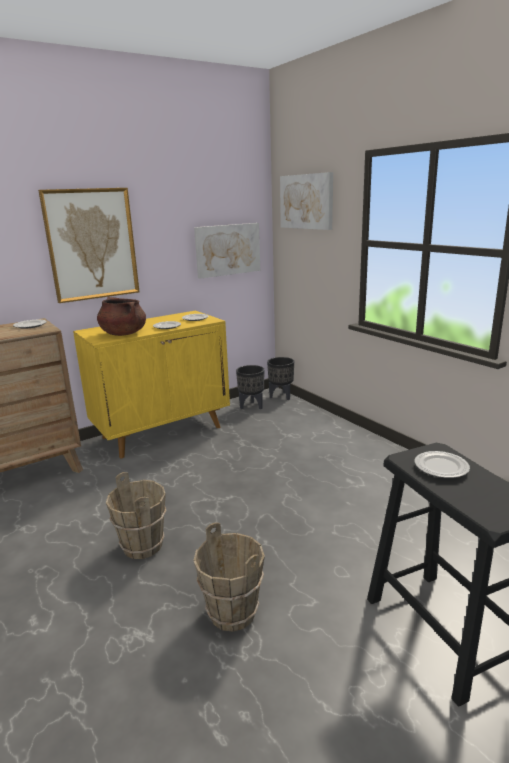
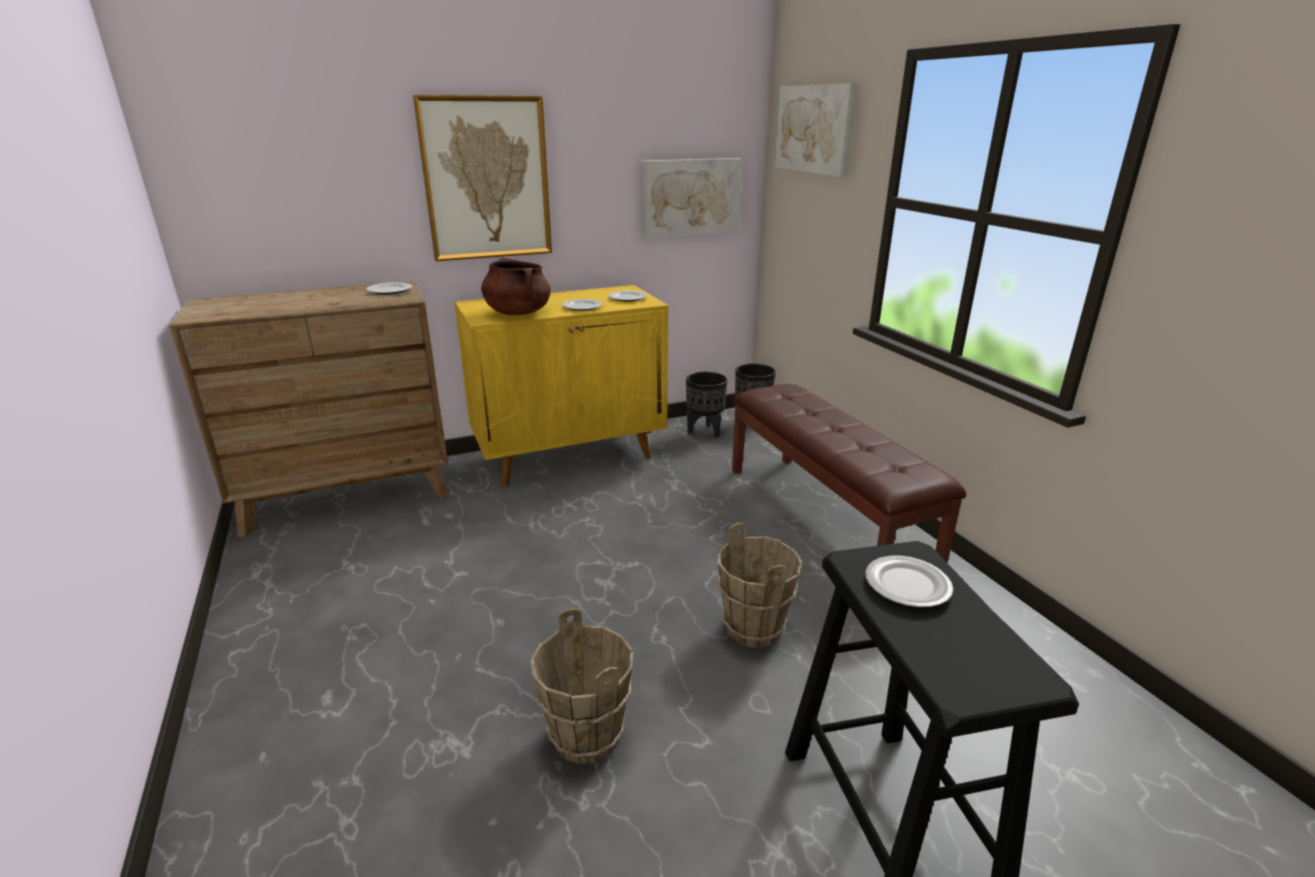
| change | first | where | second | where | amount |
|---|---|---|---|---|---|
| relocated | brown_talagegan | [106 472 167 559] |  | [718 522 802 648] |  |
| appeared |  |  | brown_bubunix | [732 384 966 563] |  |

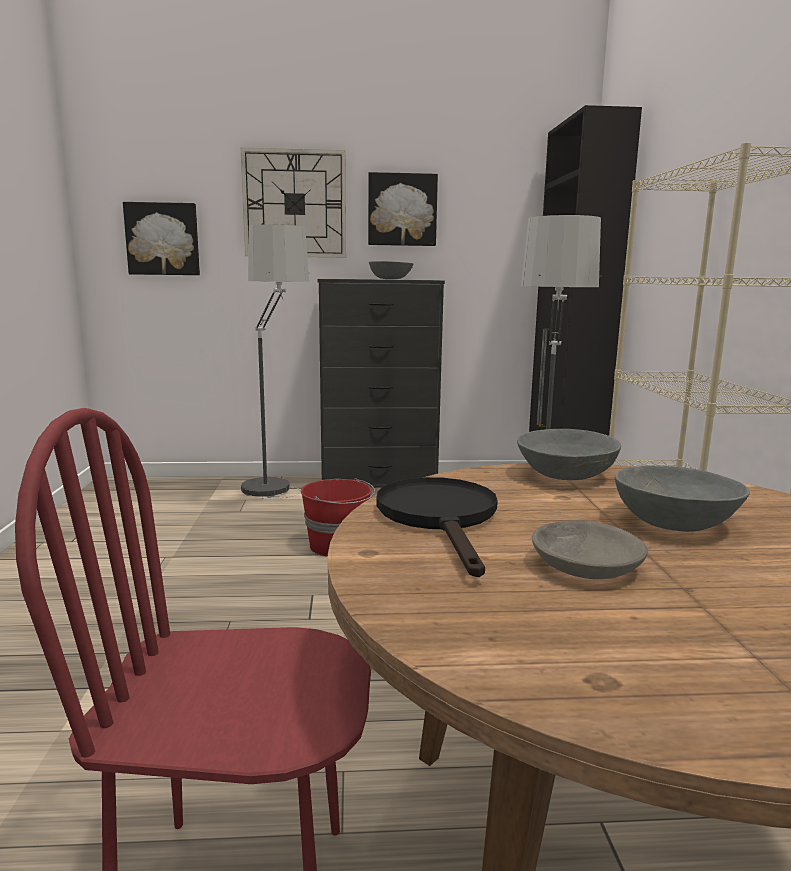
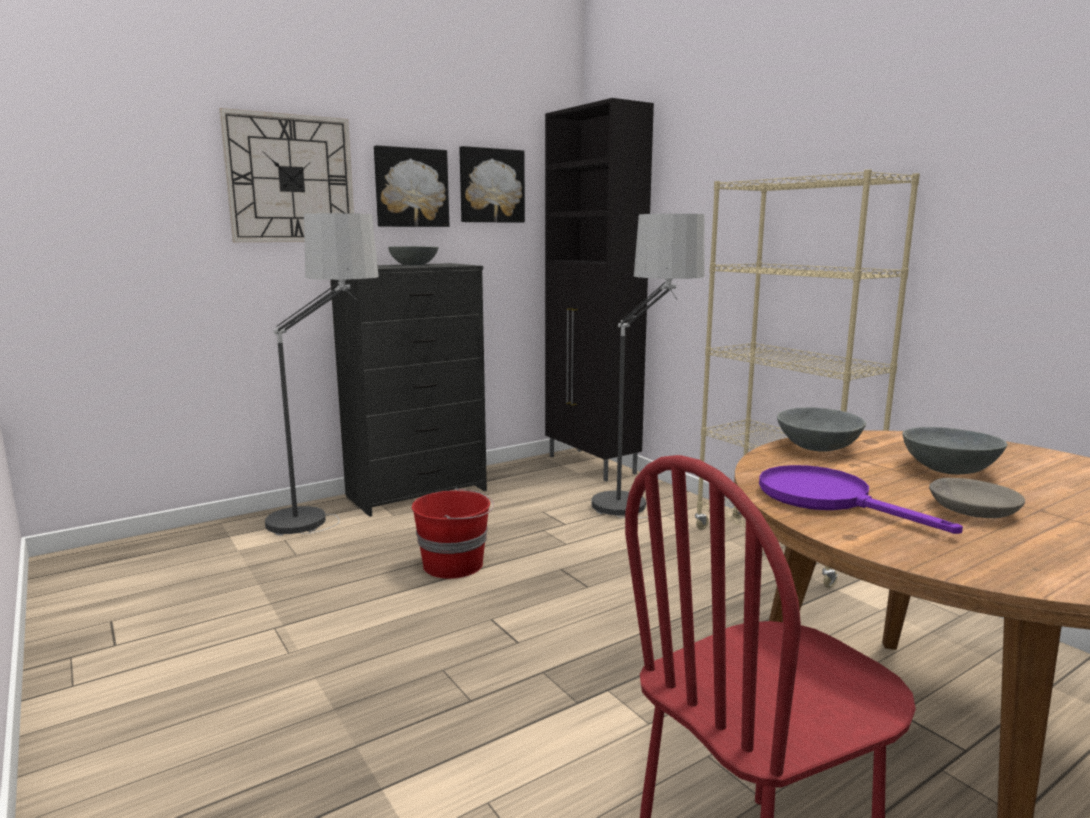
| change | first | where | second | where | amount |
|---|---|---|---|---|---|
| relocated | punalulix | [123 202 200 275] |  | [459 146 525 223] |  |
| colour | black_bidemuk | [376 477 498 577] | purple_bidemuk | [759 465 963 534] |  |

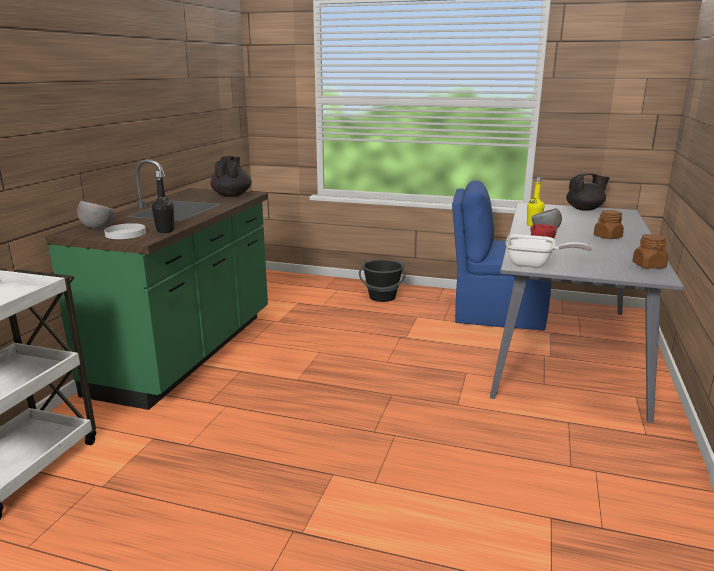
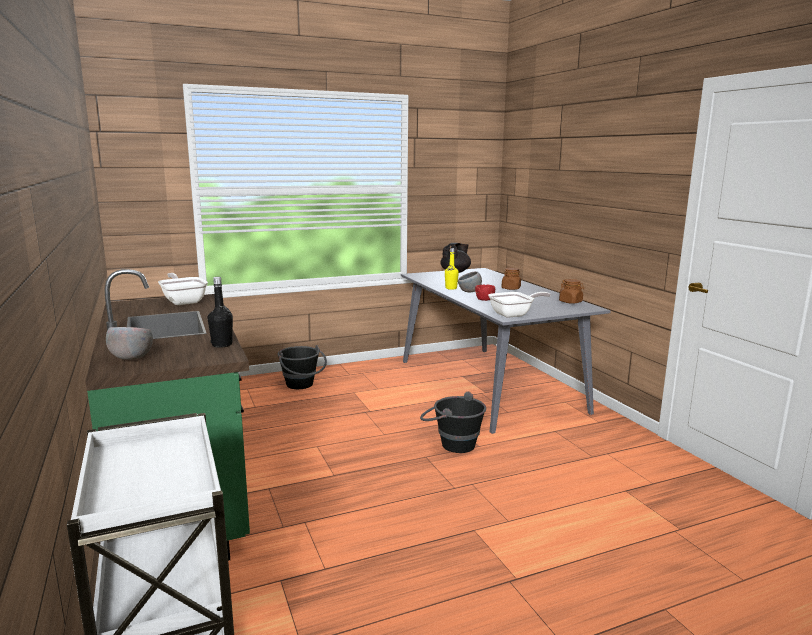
| change | first | where | second | where | amount |
|---|---|---|---|---|---|
| missing | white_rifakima | [104 223 146 239] |  |  |  |
| exchanged | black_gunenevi | [211 156 252 197] | bidemuk | [158 273 208 305] |  |
| missing | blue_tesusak | [452 180 552 331] |  |  |  |
| appeared |  |  | black_talagegan | [420 392 486 453] |  |

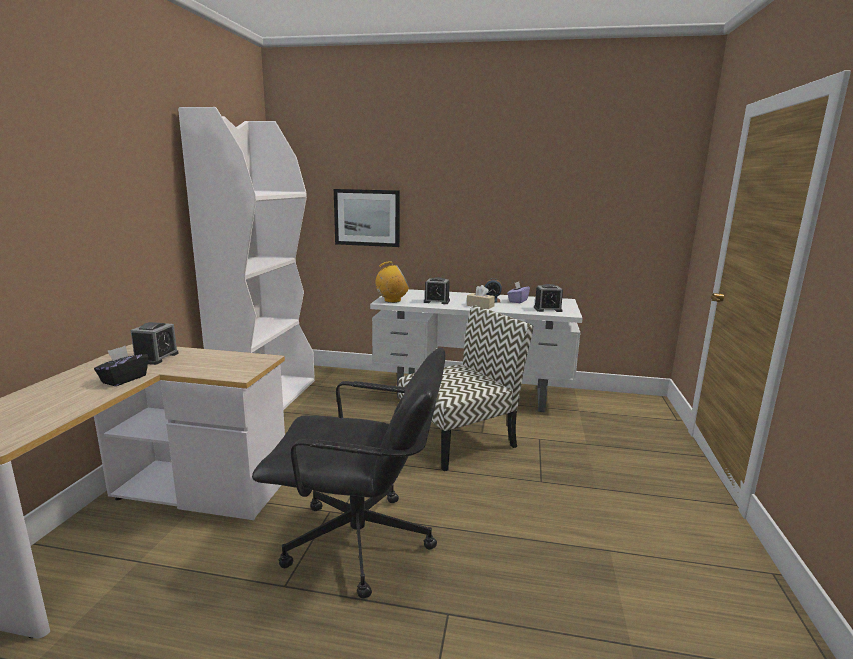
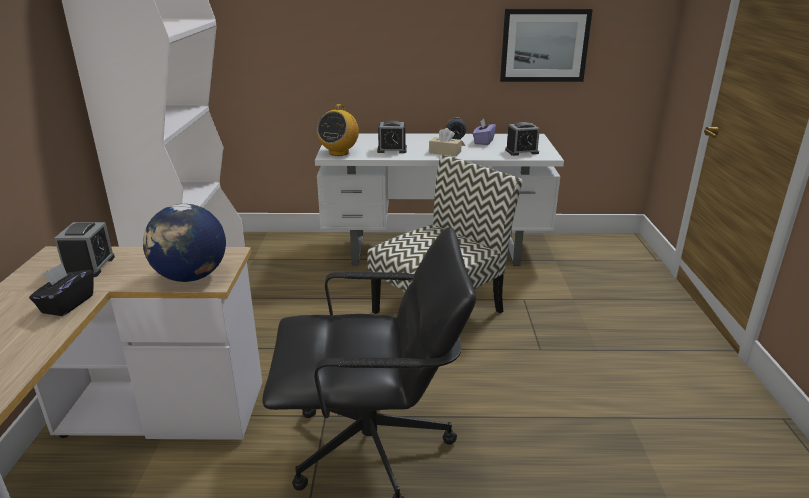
| change | first | where | second | where | amount |
|---|---|---|---|---|---|
| relocated | punalulix | [334 189 400 247] |  | [500 9 593 82] |  |
| spun | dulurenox | [376 261 410 303] |  | [317 104 359 156] | 135 degrees clockwise |
| appeared |  |  | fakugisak | [143 204 226 282] |  |

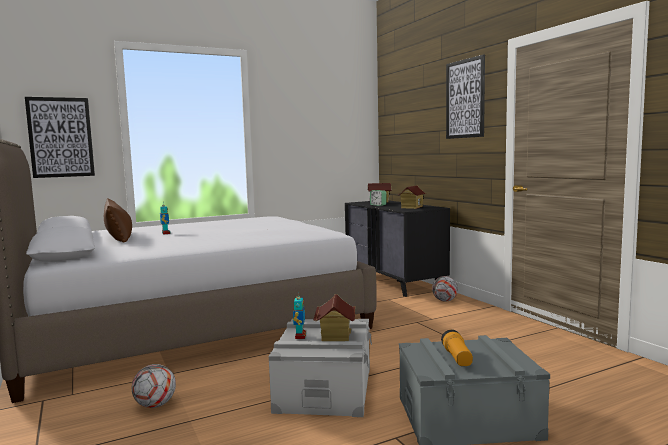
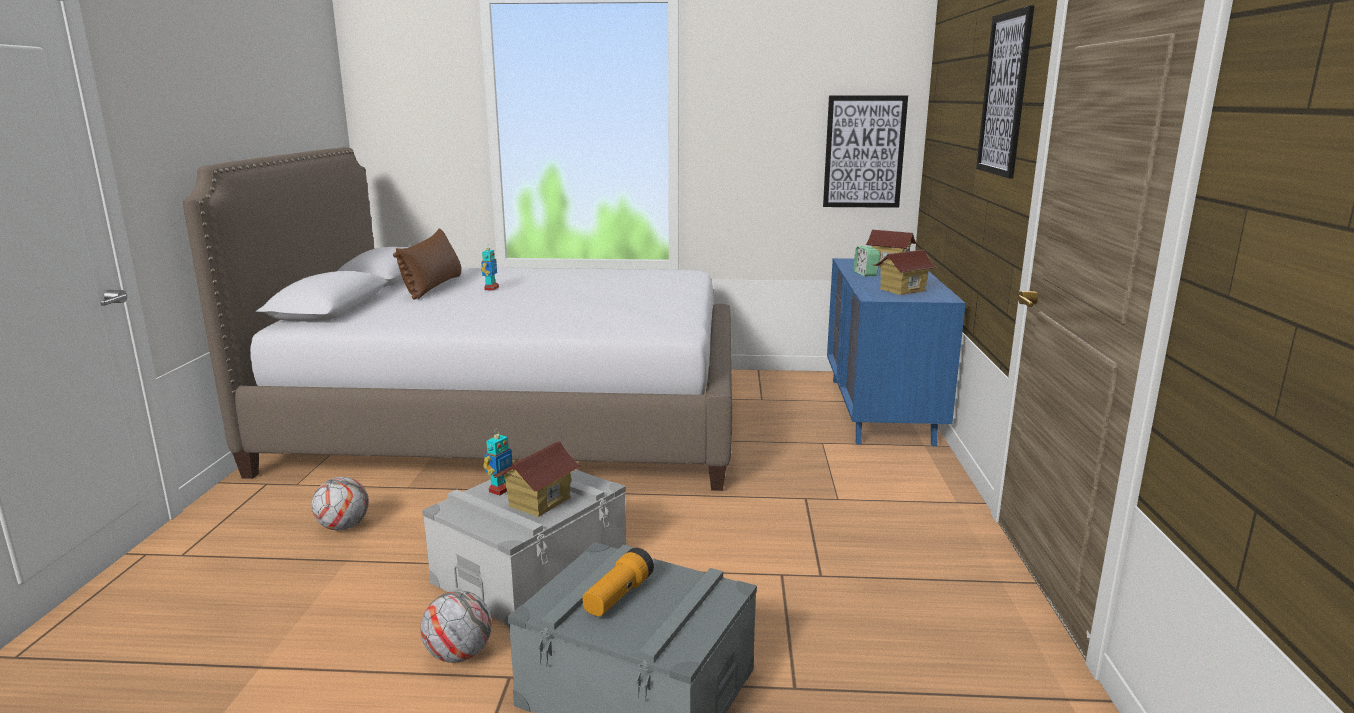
| change | first | where | second | where | amount |
|---|---|---|---|---|---|
| relocated | punalulix | [25 97 95 178] |  | [823 96 908 208] |  |
| colour | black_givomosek | [345 201 450 297] | blue_givomosek | [827 258 966 446] |  |
| relocated | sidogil | [432 276 458 302] |  | [421 590 492 663] |  |

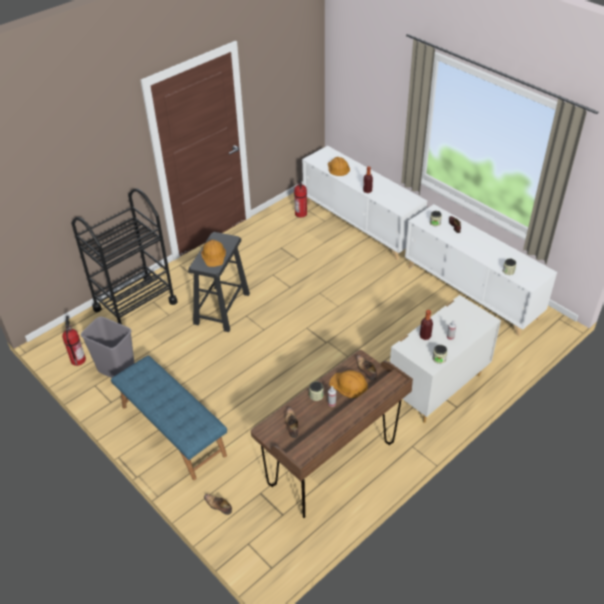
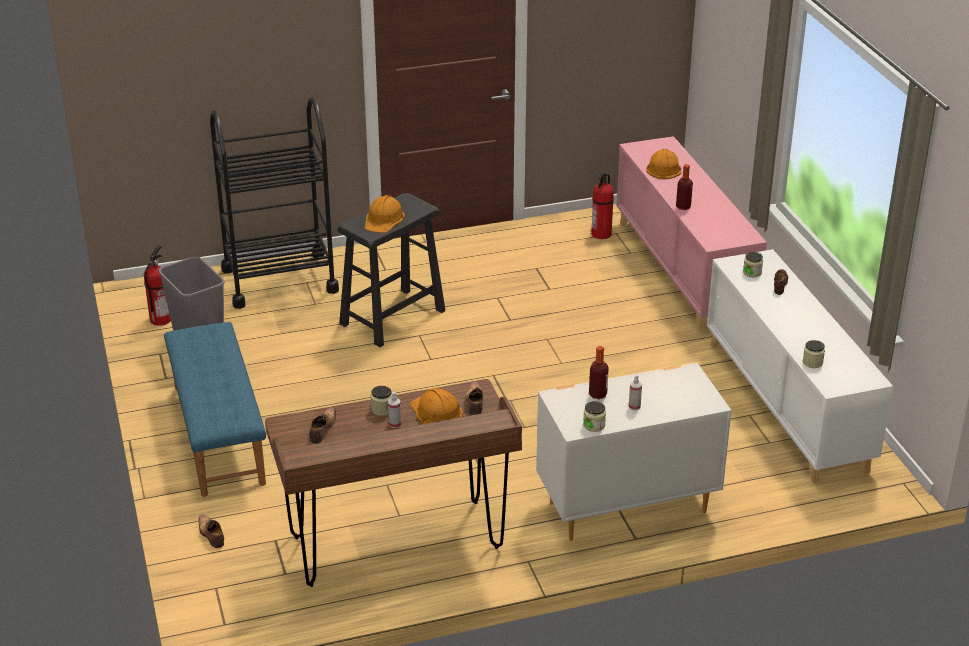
| change | first | where | second | where | amount |
|---|---|---|---|---|---|
| colour | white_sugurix | [302 146 427 260] | pink_sugurix | [616 136 767 332] |  |

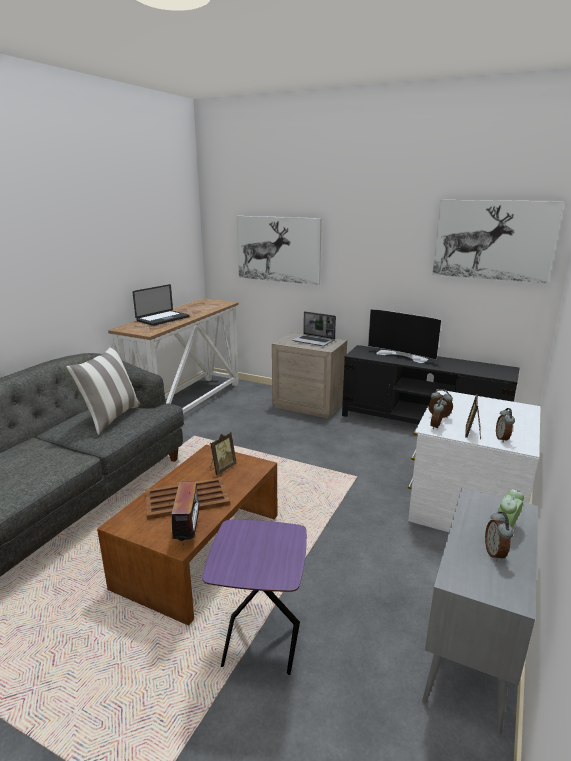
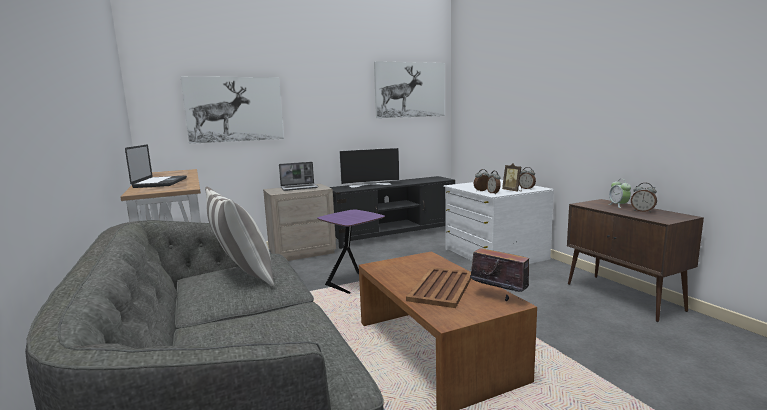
| change | first | where | second | where | amount |
|---|---|---|---|---|---|
| relocated | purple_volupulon | [202 520 307 675] |  | [317 210 385 294] |  |
| missing | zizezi | [210 432 237 475] |  |  |  |
| colour | grey_sugurix | [422 488 538 735] | brown_sugurix | [567 199 704 322] |  |

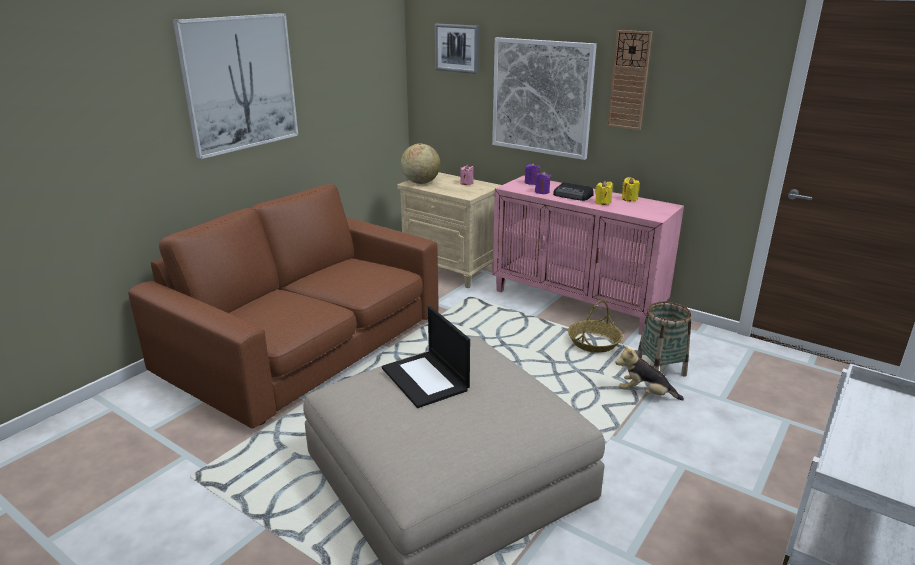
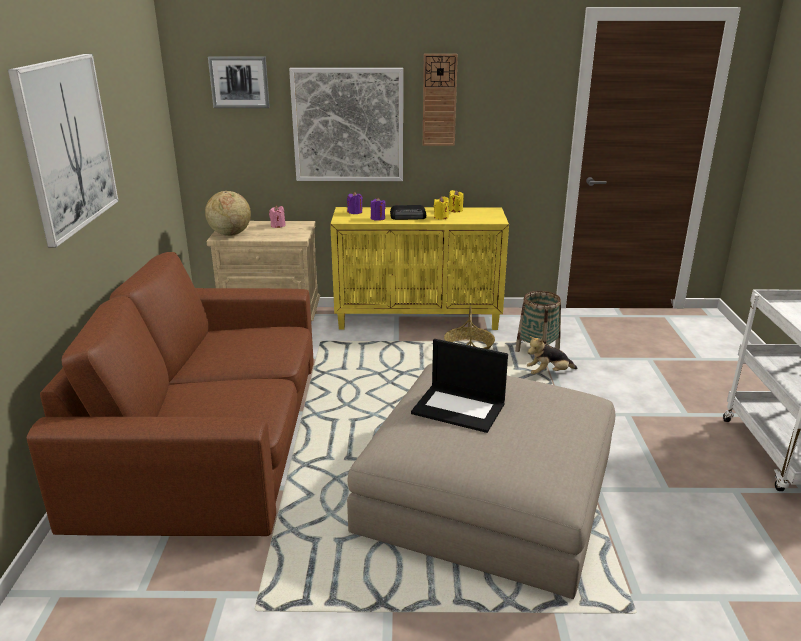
| change | first | where | second | where | amount |
|---|---|---|---|---|---|
| colour | pink_sugurix | [493 175 684 335] | yellow_sugurix | [330 207 509 330] |  |

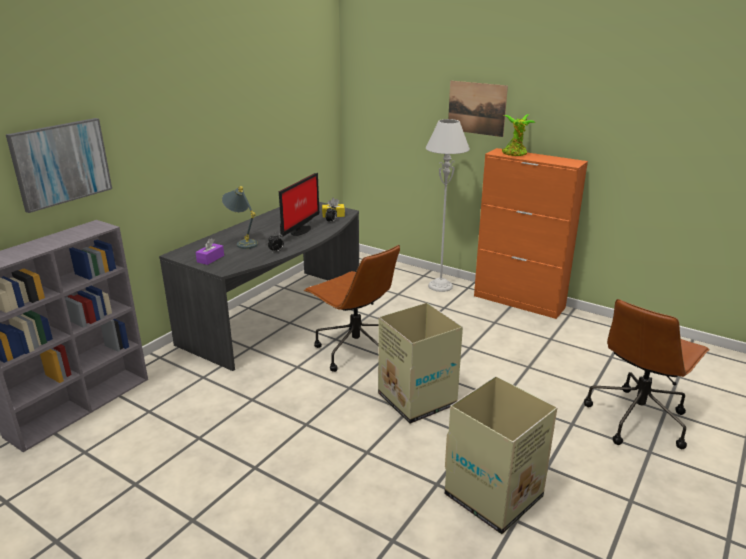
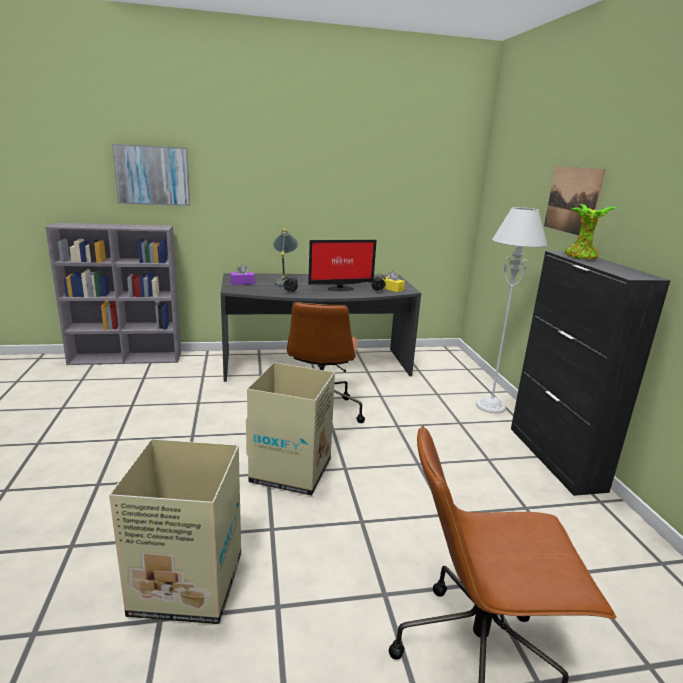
| change | first | where | second | where | amount |
|---|---|---|---|---|---|
| colour | orange_sugurix | [474 148 588 319] | black_sugurix | [511 251 671 496] |  |

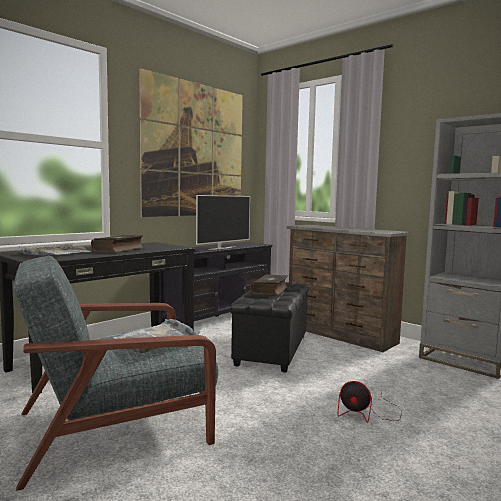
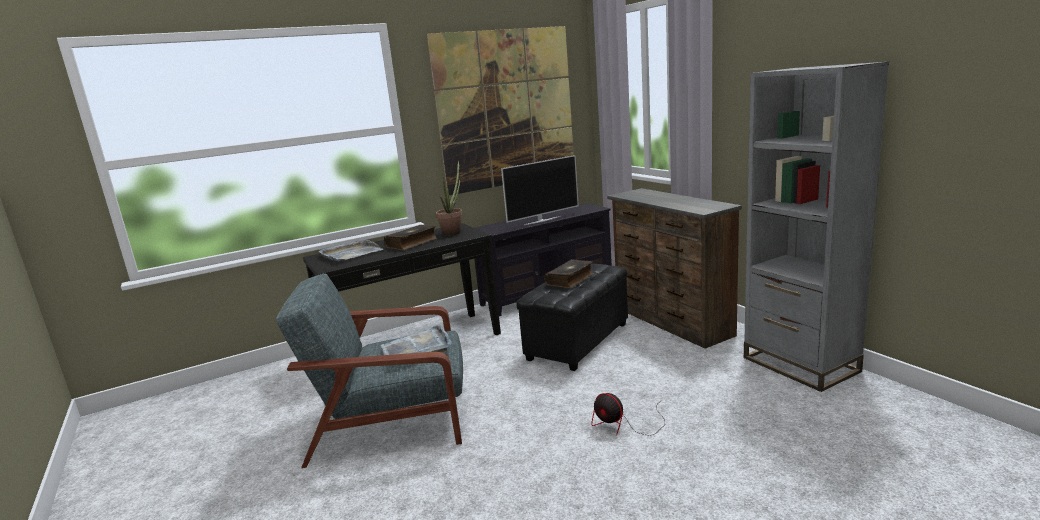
| change | first | where | second | where | amount |
|---|---|---|---|---|---|
| appeared |  |  | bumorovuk | [436 160 462 236] |  |

